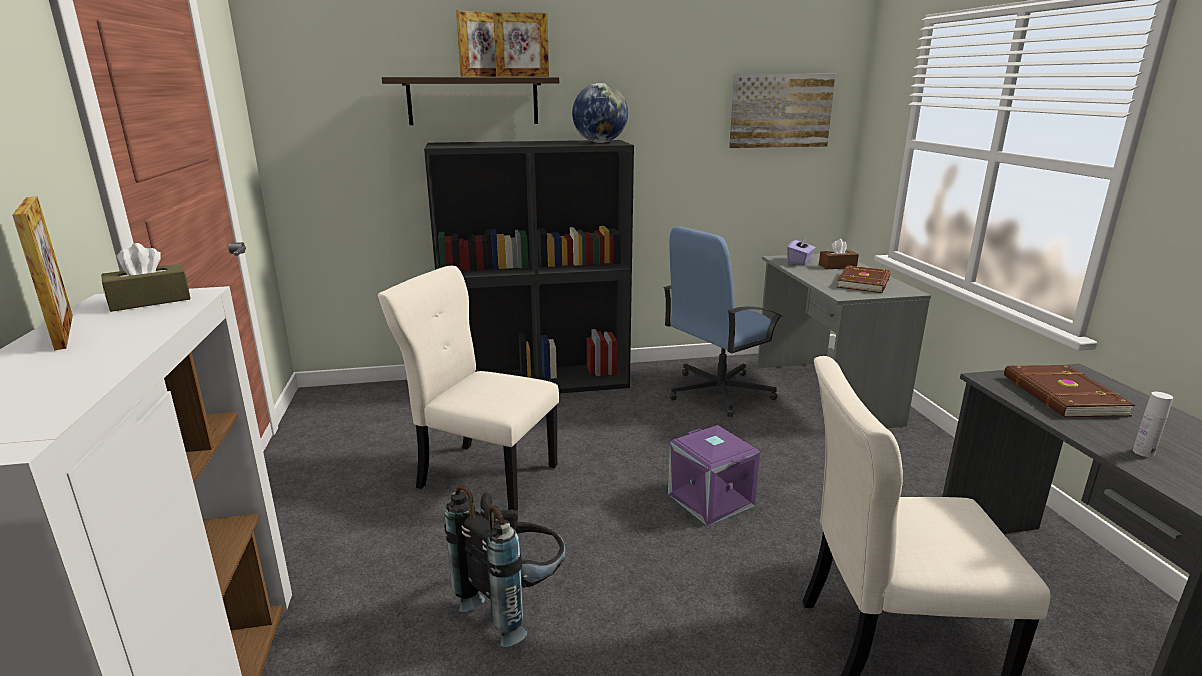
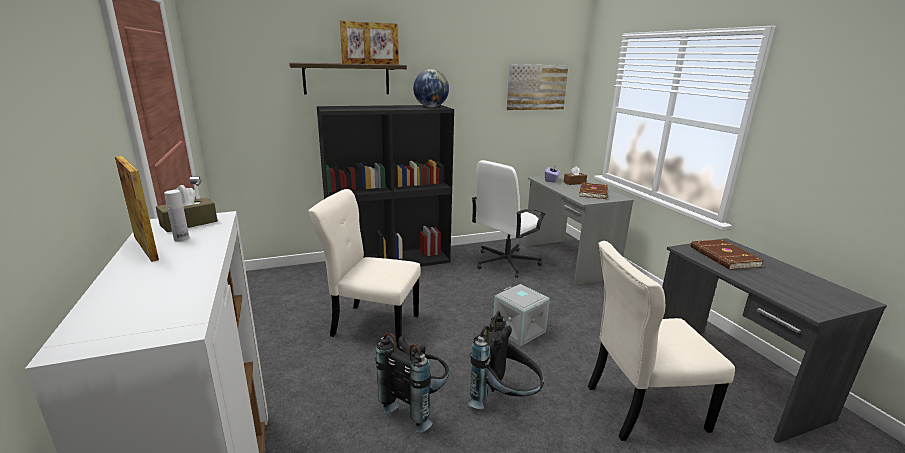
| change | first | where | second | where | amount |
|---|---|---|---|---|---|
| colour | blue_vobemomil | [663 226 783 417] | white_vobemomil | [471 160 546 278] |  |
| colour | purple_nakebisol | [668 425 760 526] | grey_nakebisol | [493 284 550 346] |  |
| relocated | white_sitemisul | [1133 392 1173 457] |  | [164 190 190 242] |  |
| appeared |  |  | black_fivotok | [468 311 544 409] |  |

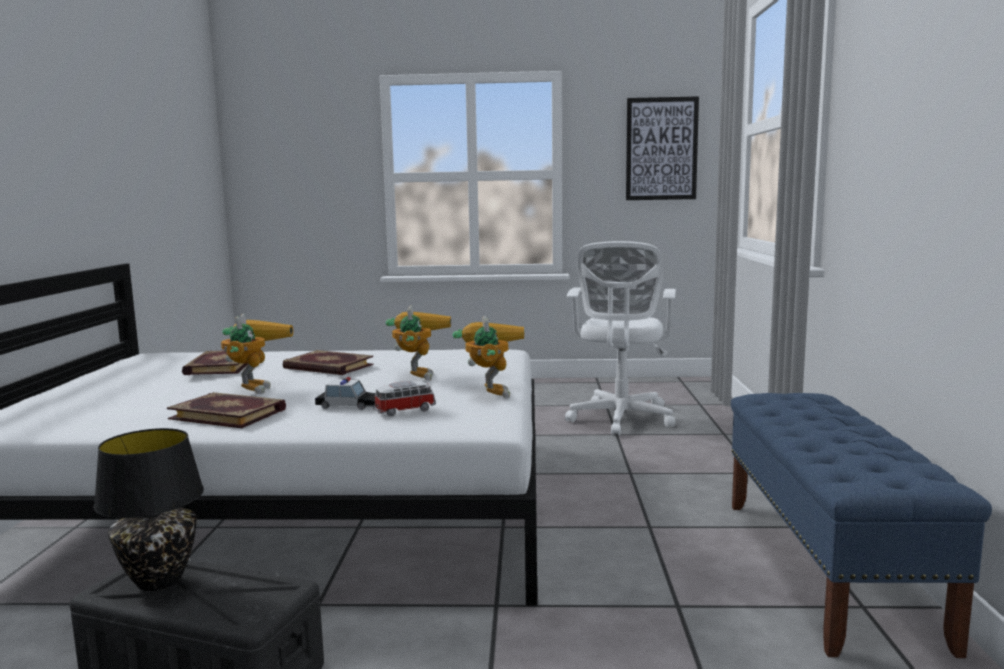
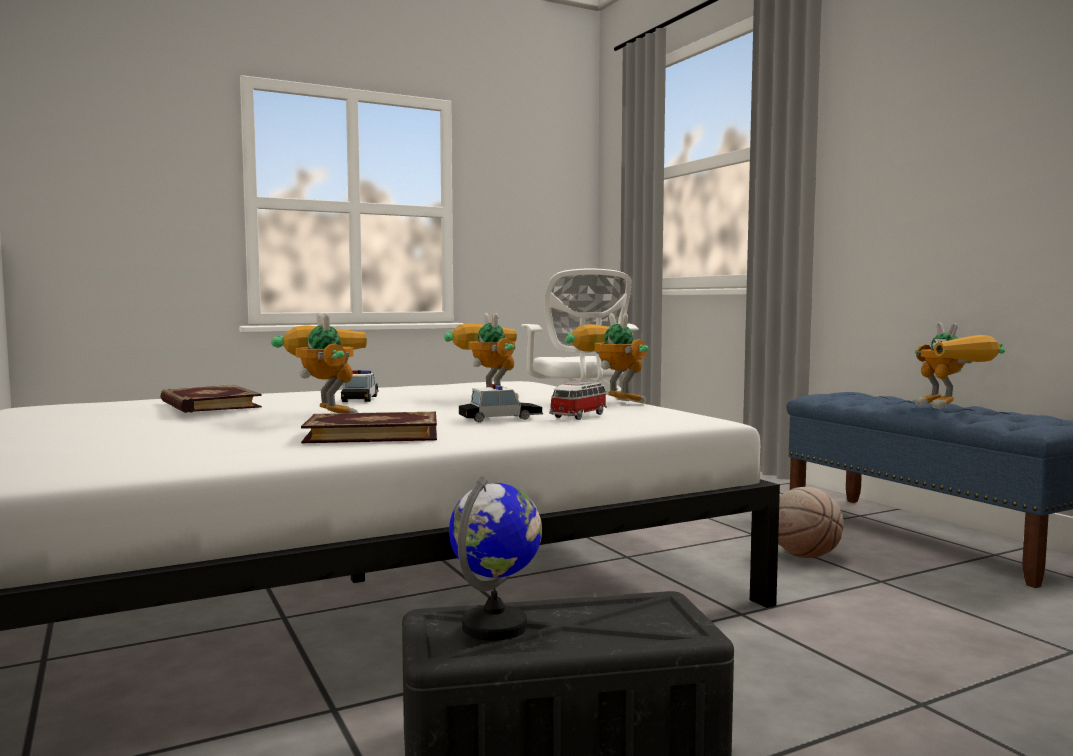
| change | first | where | second | where | amount |
|---|---|---|---|---|---|
| exchanged | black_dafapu | [94 428 204 591] | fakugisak | [449 476 542 641] |  |
| exchanged | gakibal | [283 350 374 375] | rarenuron | [341 370 379 402] |  |
| missing | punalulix | [626 96 699 200] |  |  |  |
| appeared |  |  | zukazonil | [778 487 844 558] |  |
| appeared |  |  | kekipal | [915 323 1005 409] |  |

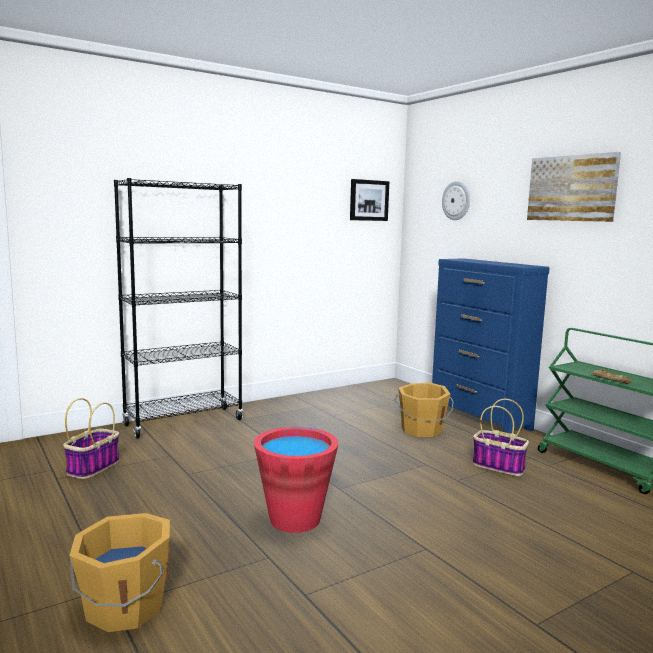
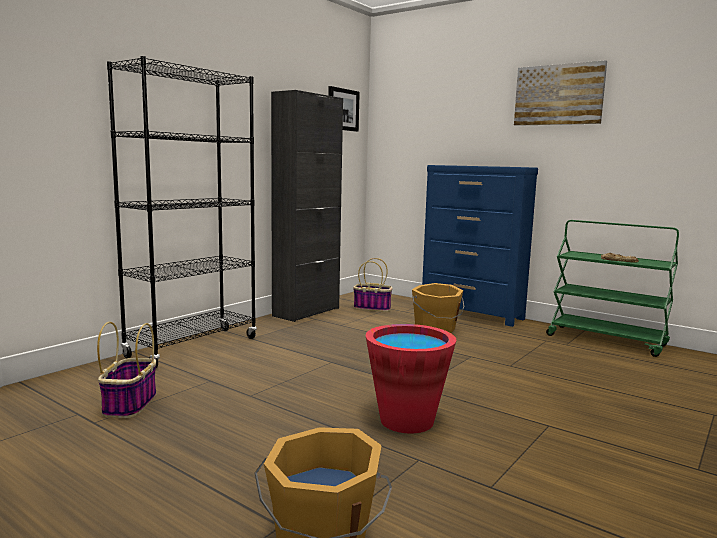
| change | first | where | second | where | amount |
|---|---|---|---|---|---|
| missing | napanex | [442 181 470 220] |  |  |  |
| relocated | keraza | [473 399 529 476] |  | [353 258 392 312] |  |
| appeared |  |  | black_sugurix | [271 90 343 322] |  |

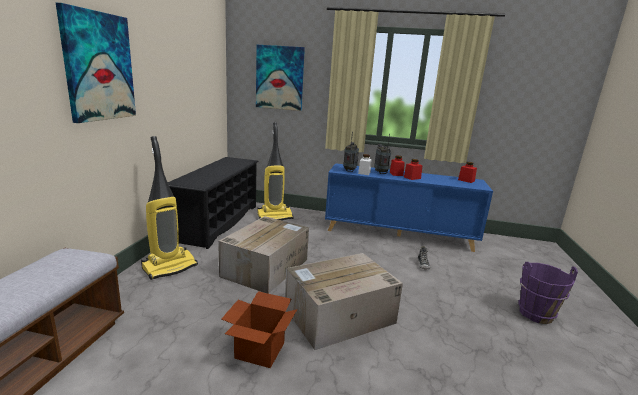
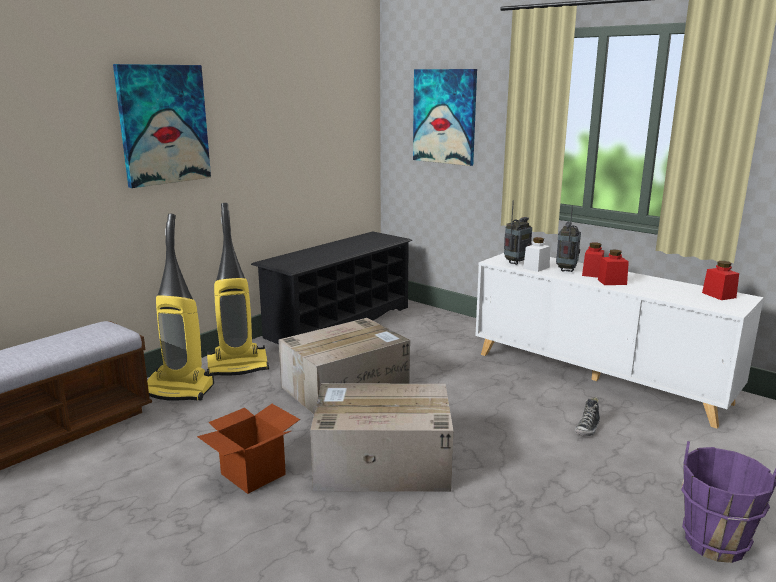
| change | first | where | second | where | amount |
|---|---|---|---|---|---|
| relocated | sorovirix | [257 122 294 220] |  | [147 214 214 401] |  |
| colour | blue_sugurix | [325 163 493 252] | white_sugurix | [475 253 764 429] |  |

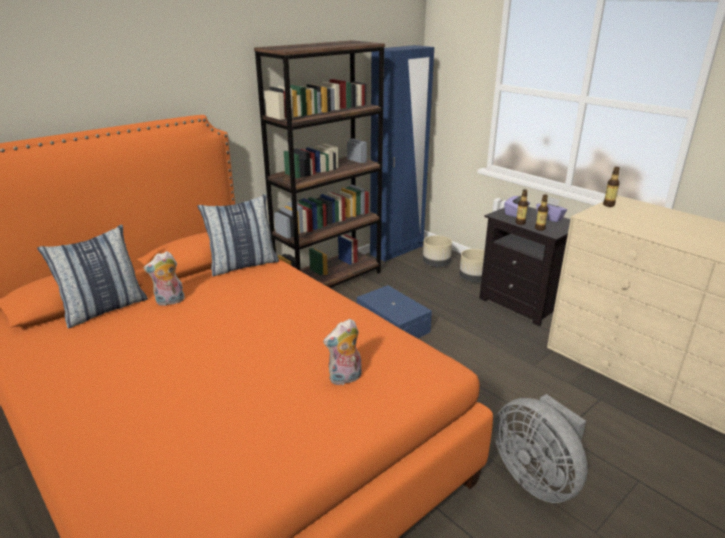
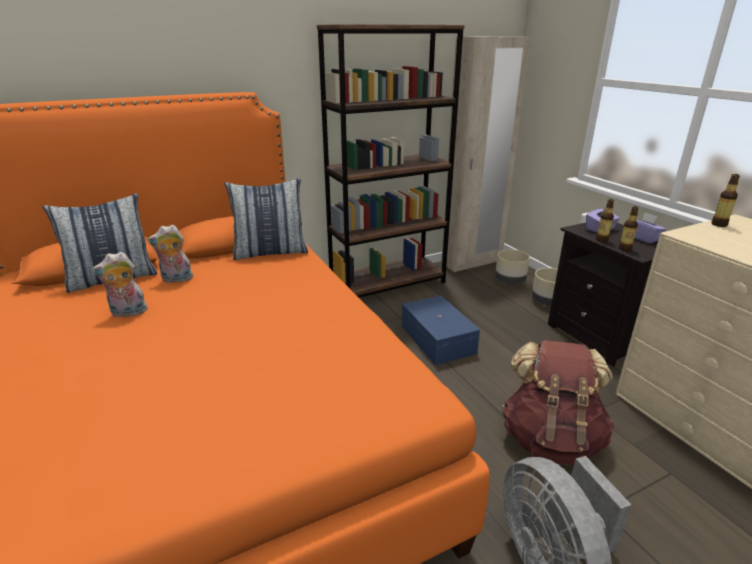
| change | first | where | second | where | amount |
|---|---|---|---|---|---|
| relocated | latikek | [323 319 361 385] |  | [92 252 149 317] |  |
| colour | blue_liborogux | [370 45 434 262] | beige_liborogux | [441 36 530 272] |  |
| appeared |  |  | brown_fivotok | [502 340 614 465] |  |

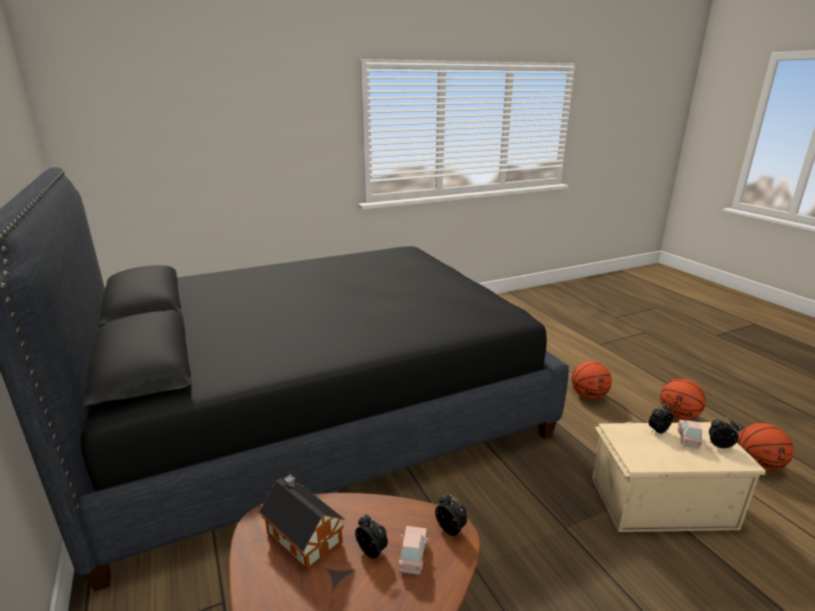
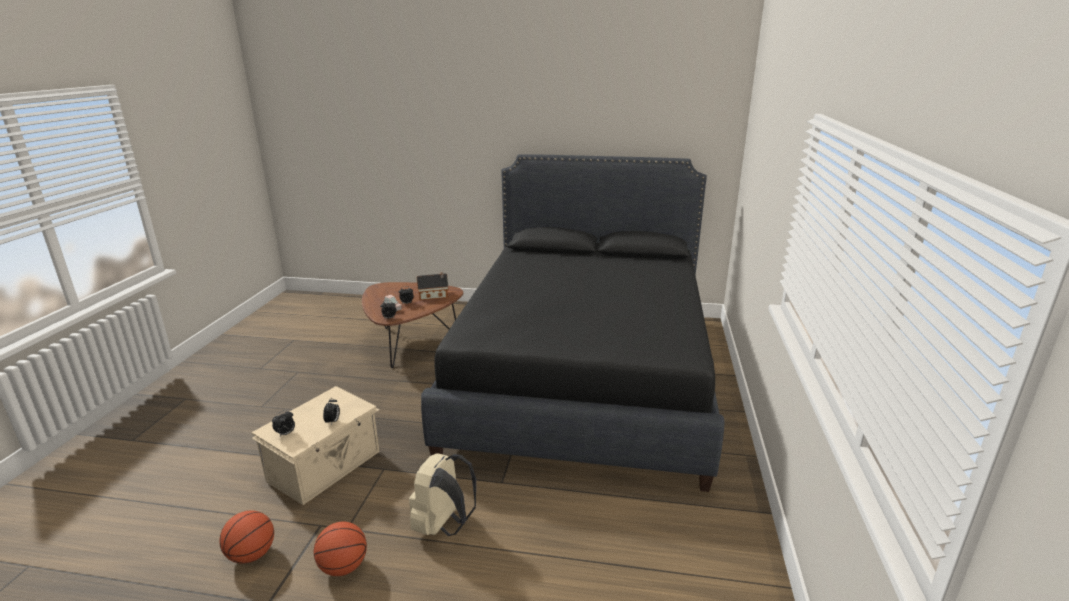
| change | first | where | second | where | amount |
|---|---|---|---|---|---|
| exchanged | zukazonil | [572 361 612 399] | beige_fivotok | [409 453 476 536] |  |
| missing | pink_rarenuron | [678 420 703 449] |  |  |  |

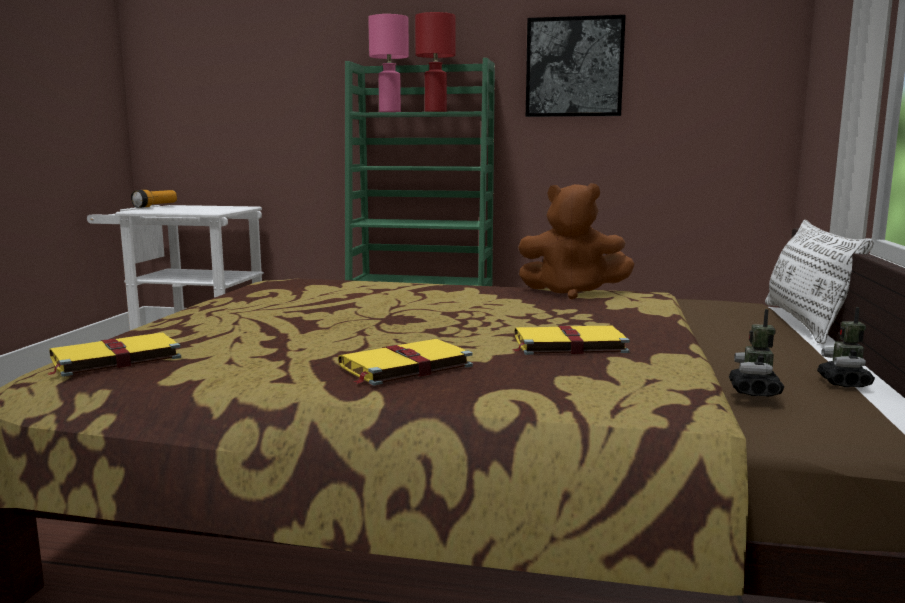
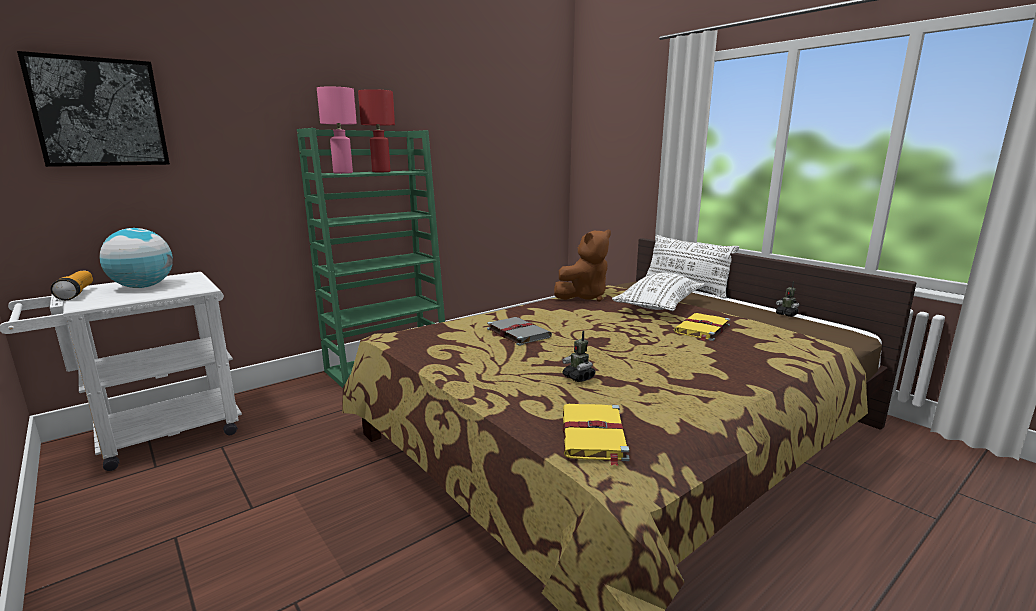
| change | first | where | second | where | amount |
|---|---|---|---|---|---|
| missing | yellow_gakibal | [338 339 473 386] |  |  |  |
| relocated | punalulix | [526 15 626 117] |  | [17 51 170 167] |  |
| relocated | kekipal | [729 309 784 397] |  | [562 331 596 382] |  |
| appeared |  |  | fakugisak | [99 228 173 288] |  |
| appeared |  |  | grey_gakibal | [487 317 552 346] |  |
| appeared |  |  | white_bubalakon | [612 272 704 311] |  |

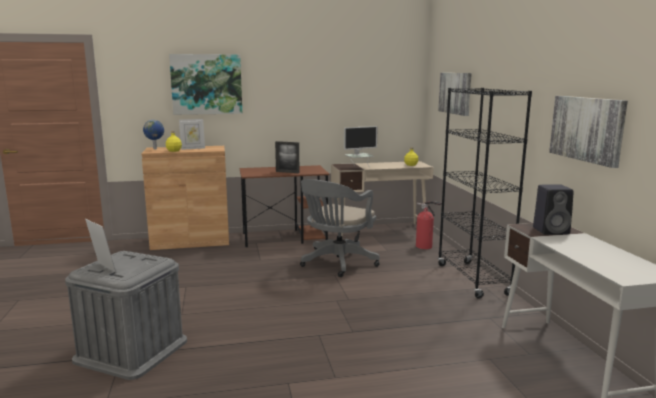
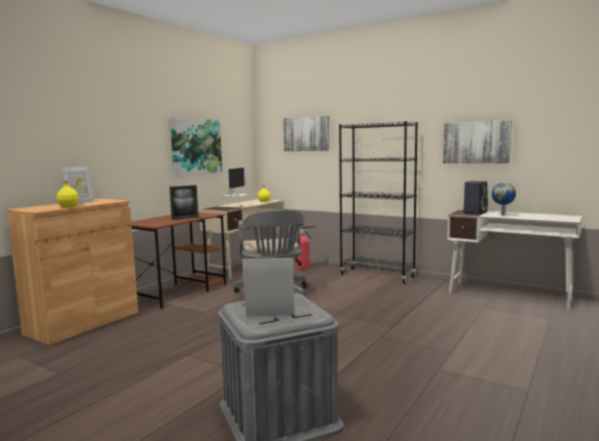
| change | first | where | second | where | amount |
|---|---|---|---|---|---|
| relocated | fakugisak | [143 120 164 149] |  | [492 182 516 216] |  |
| relocated | punalulix | [169 54 242 115] |  | [170 118 222 177] |  |

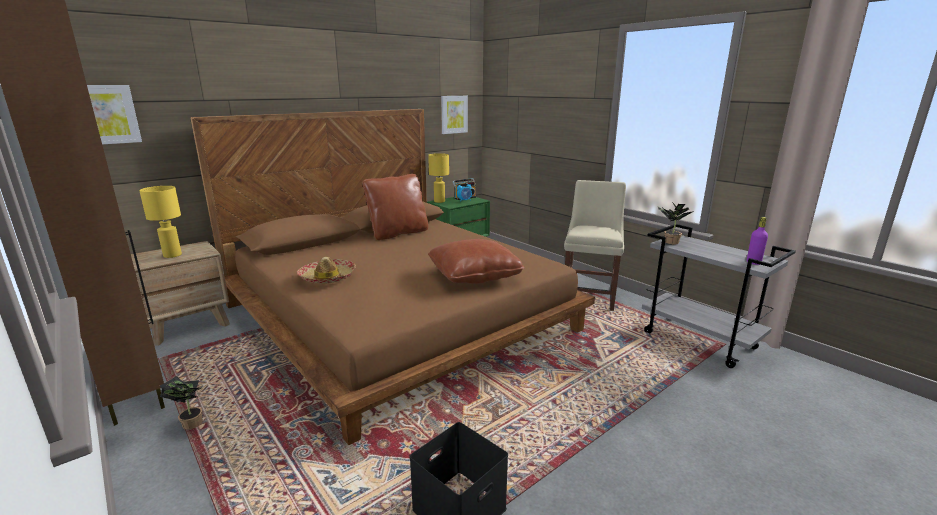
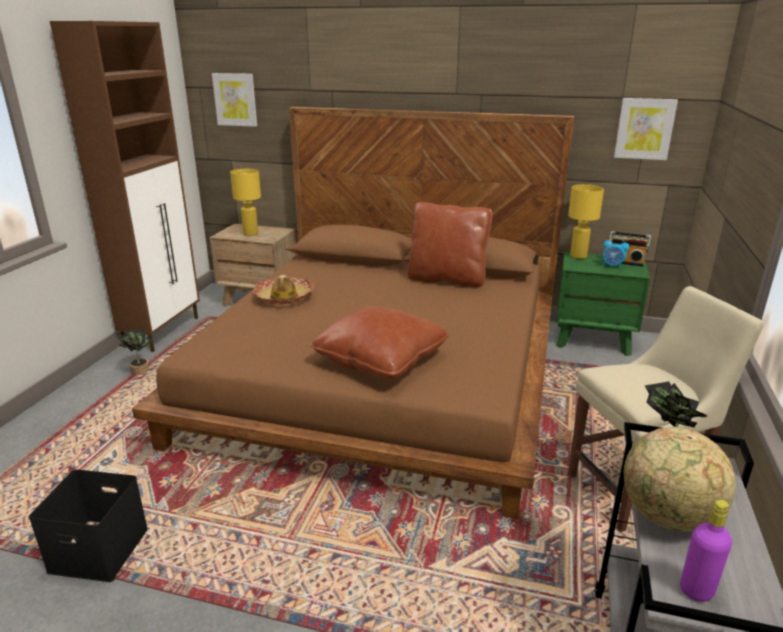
| change | first | where | second | where | amount |
|---|---|---|---|---|---|
| appeared |  |  | fakugisak | [624 427 736 532] |  |

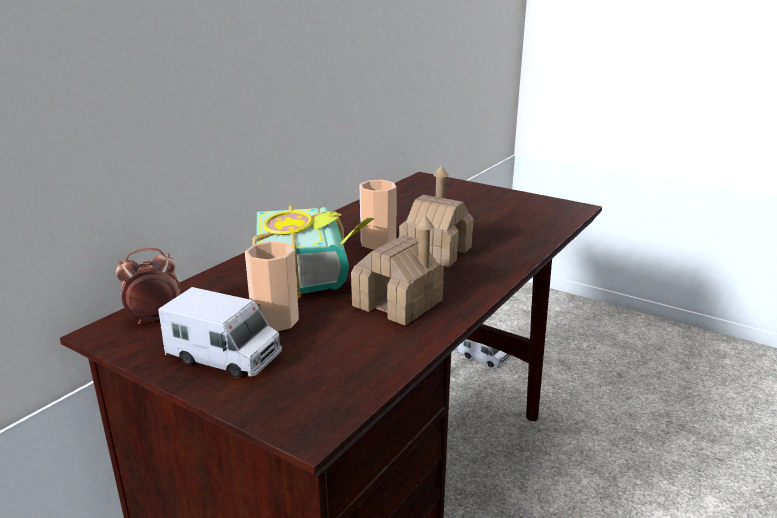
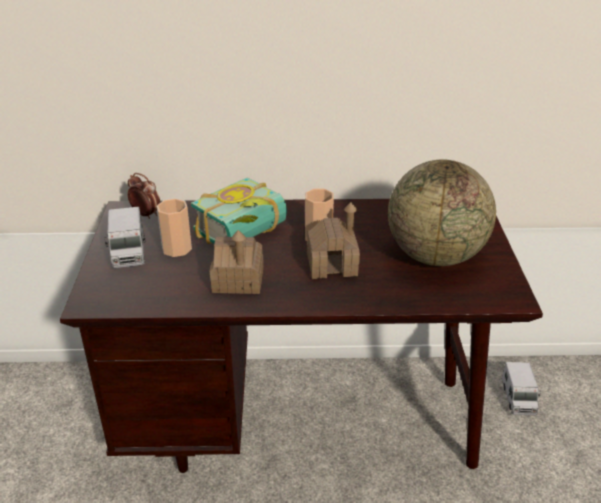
| change | first | where | second | where | amount |
|---|---|---|---|---|---|
| appeared |  |  | fakugisak | [388 159 496 266] |  |

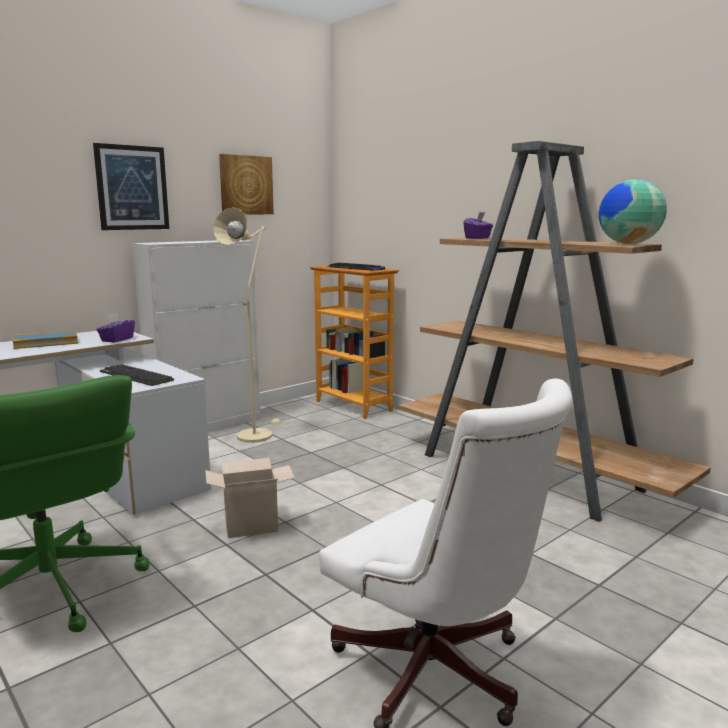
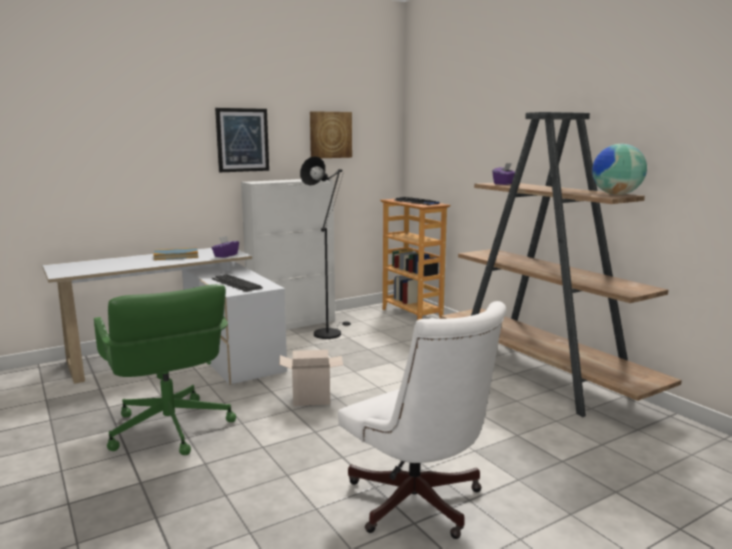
| change | first | where | second | where | amount |
|---|---|---|---|---|---|
| colour | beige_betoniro | [213 208 281 443] | black_betoniro | [300 156 351 339] |  |

